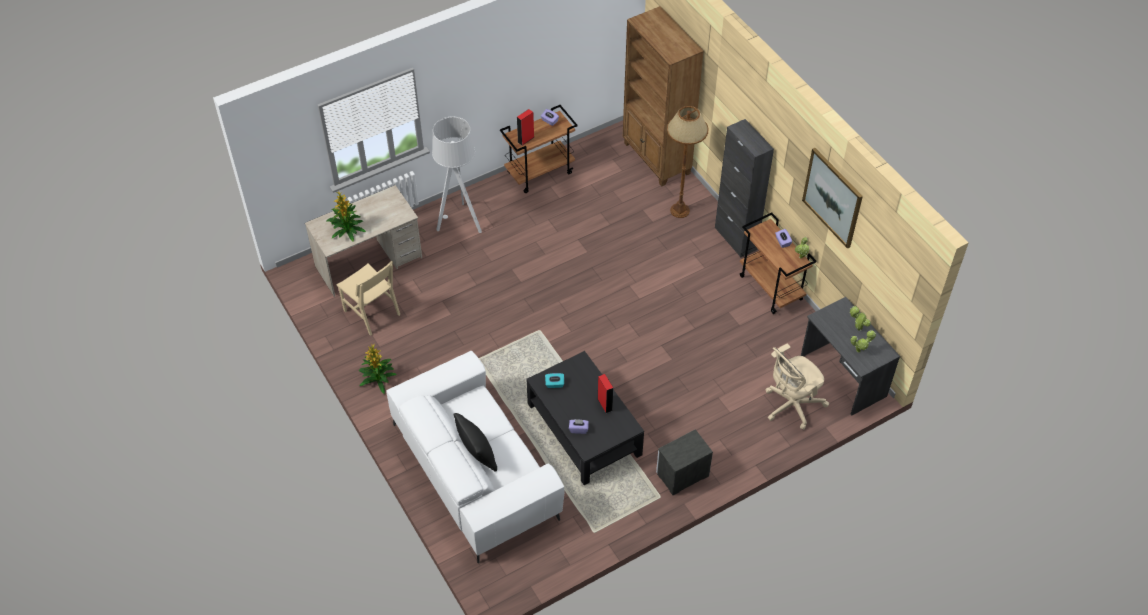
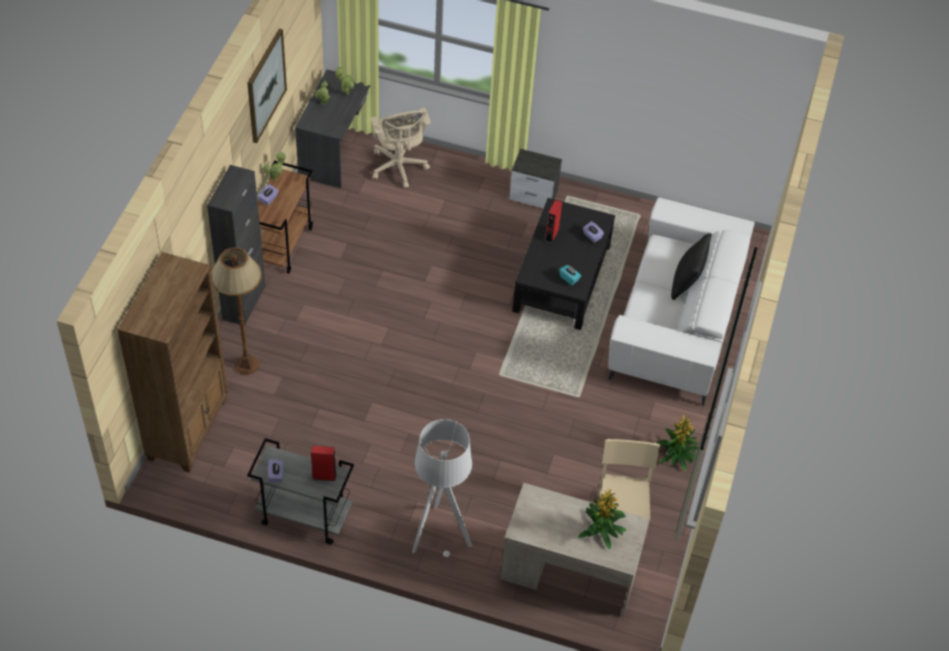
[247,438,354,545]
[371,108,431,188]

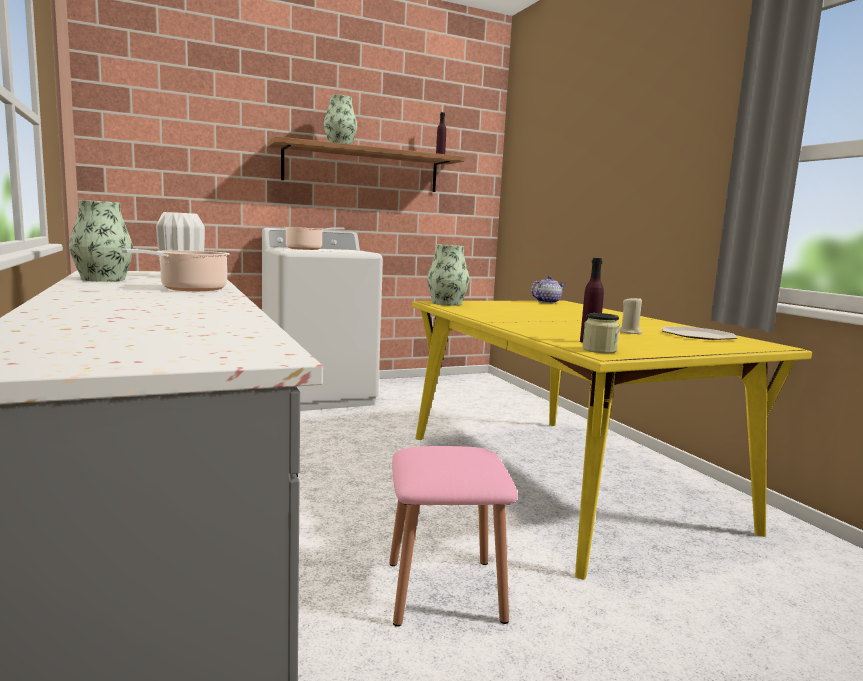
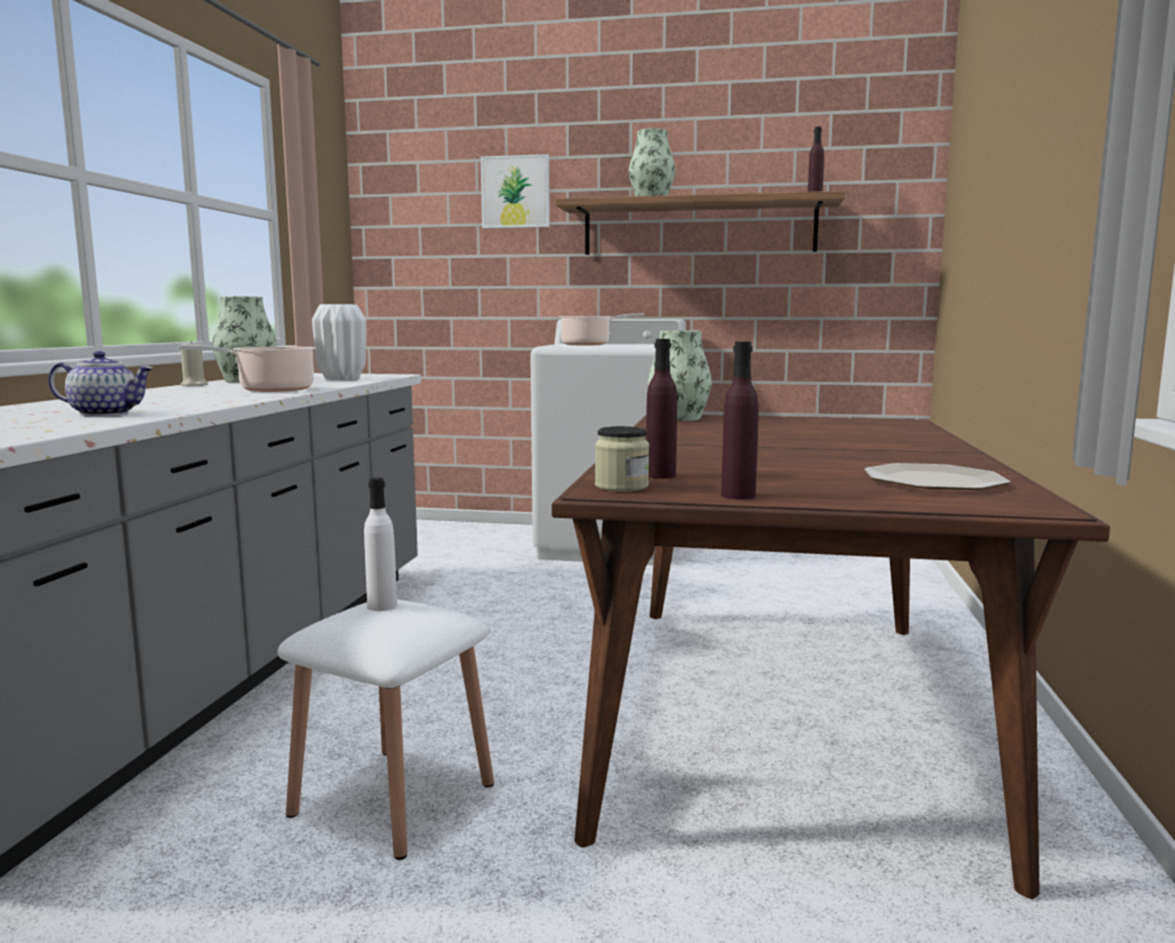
[278,599,494,860]
[552,415,1110,899]
[48,351,153,416]
[180,341,208,386]
[364,477,397,611]
[481,154,550,229]
[721,341,759,499]

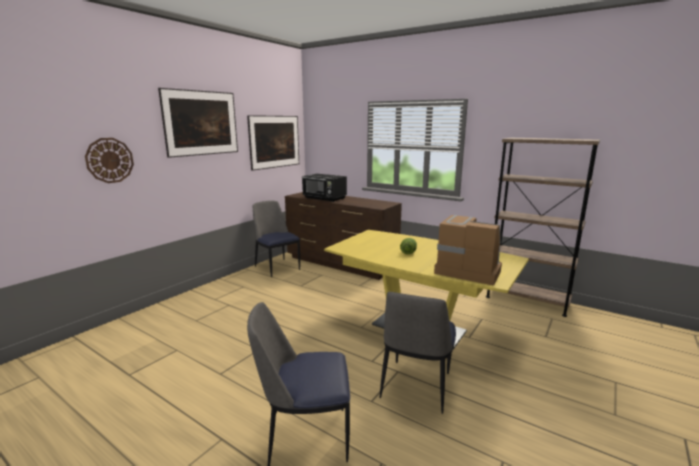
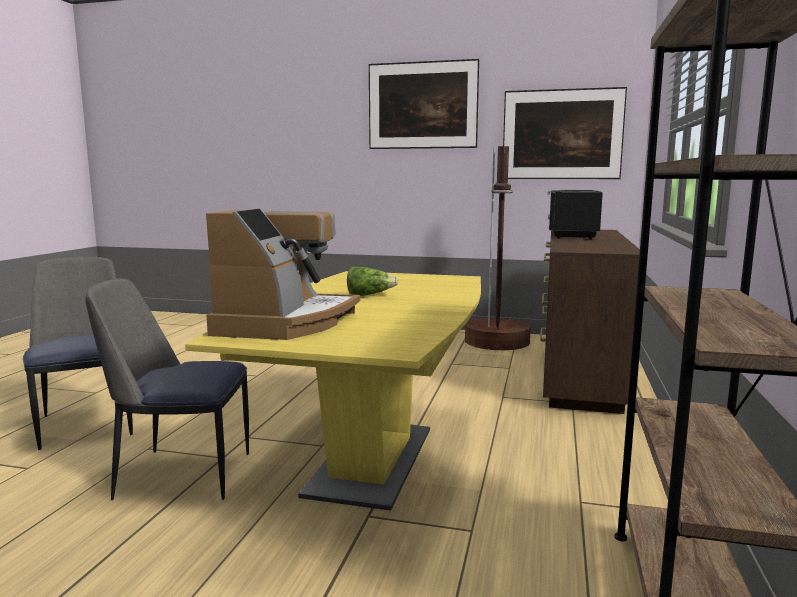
[85,138,134,183] (first image)
[465,146,531,350]

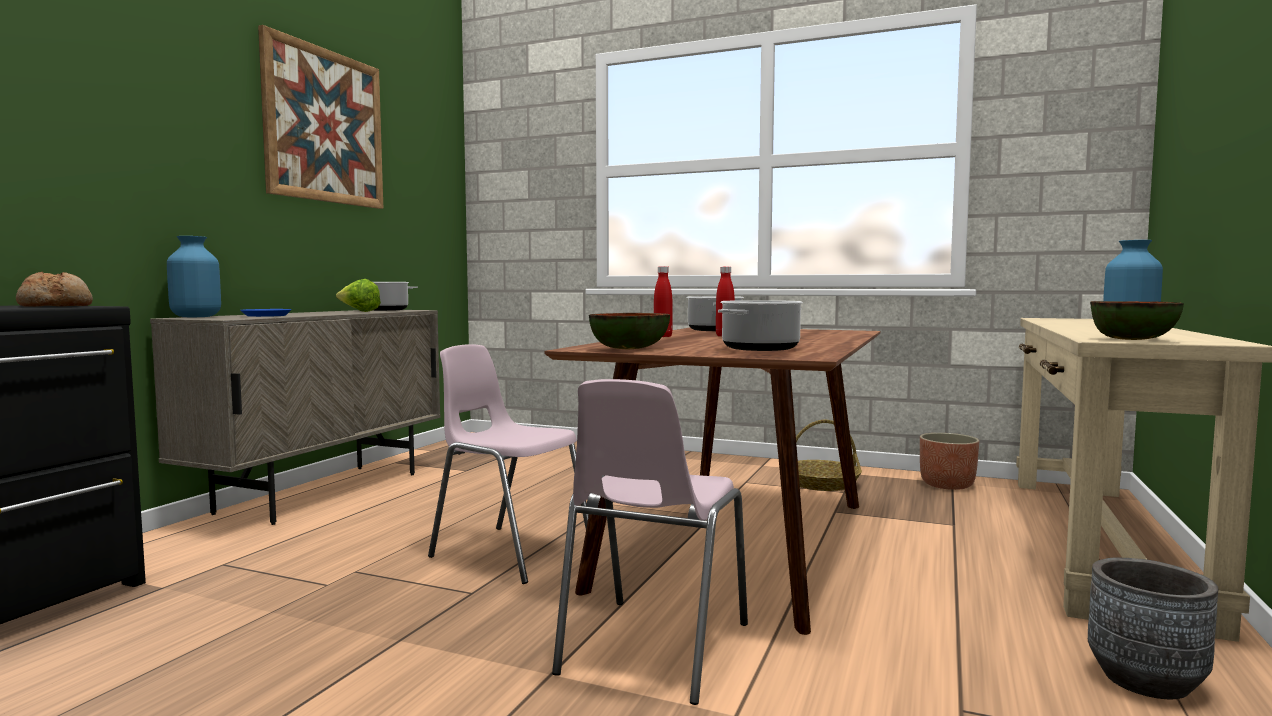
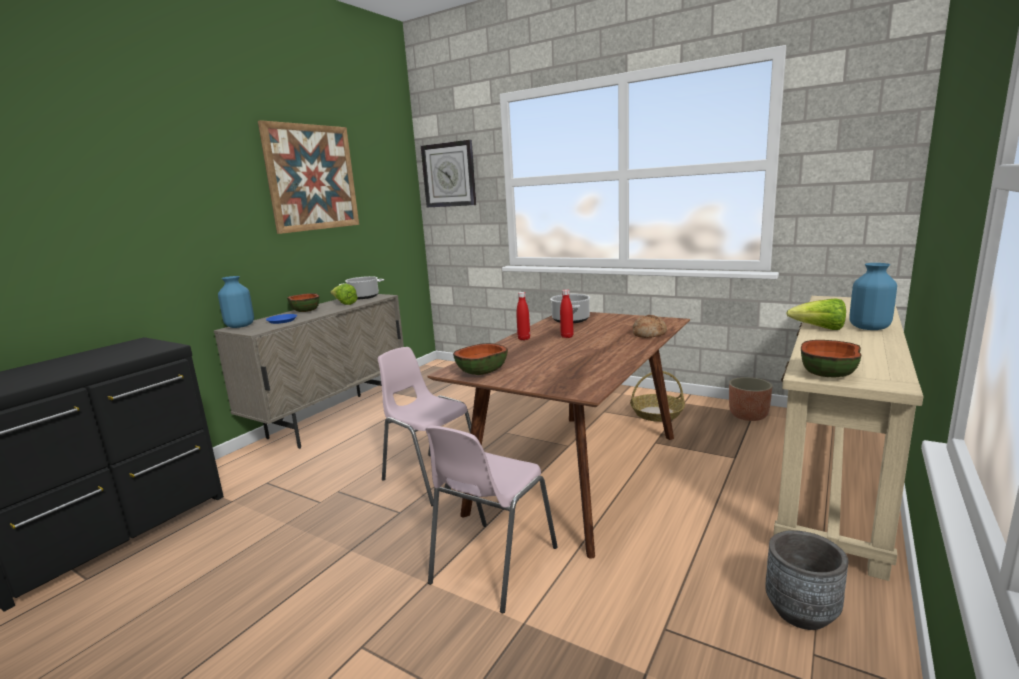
[633,315,667,338]
[718,300,803,351] (first image)
[287,293,319,312]
[421,140,476,207]
[786,298,846,330]

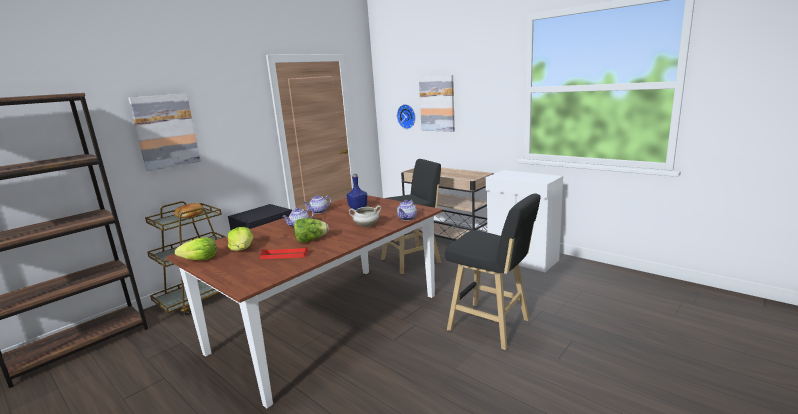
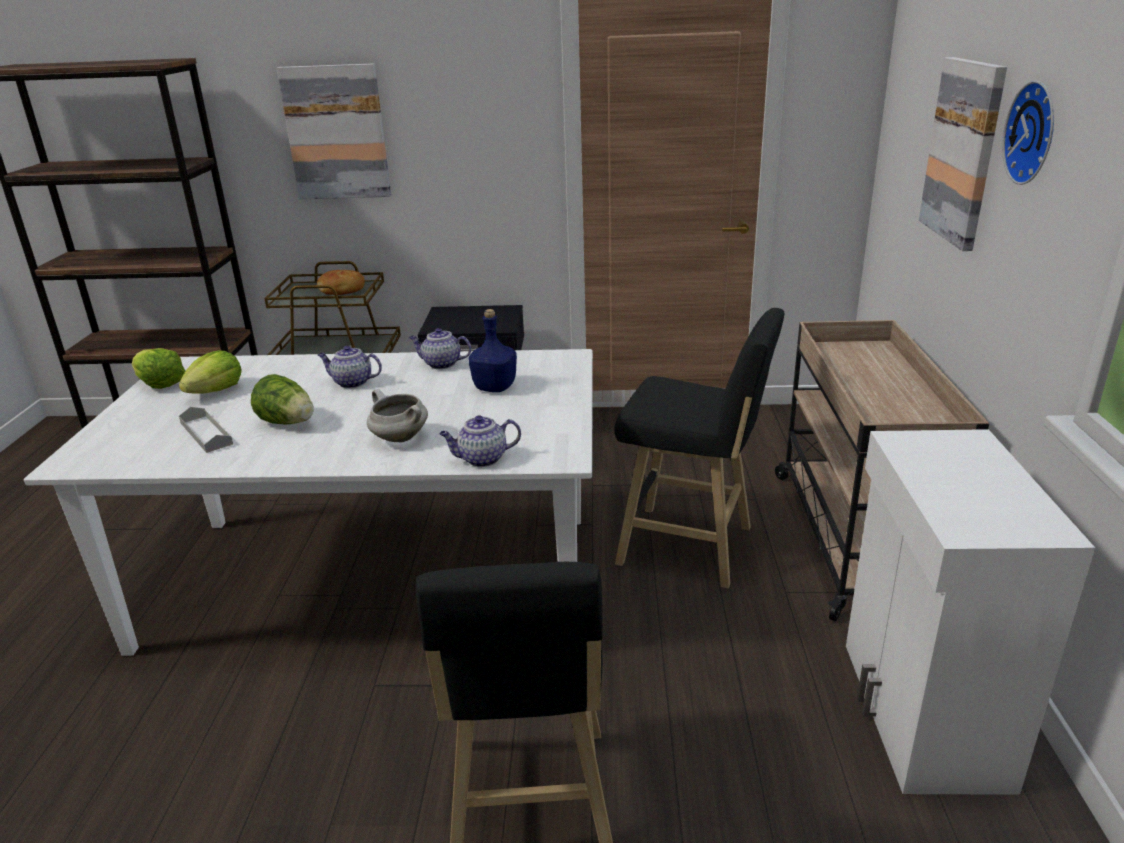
[23,349,593,656]
[179,407,233,453]
[1002,81,1054,185]

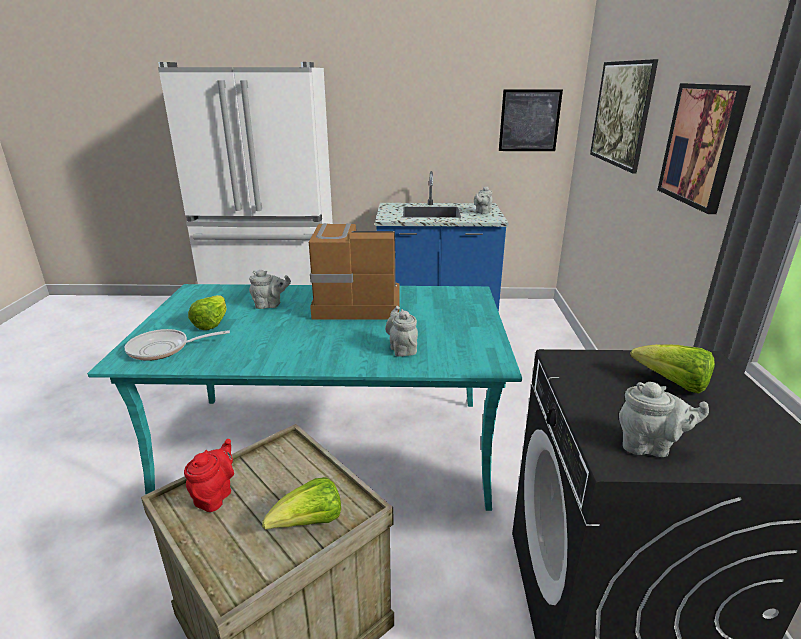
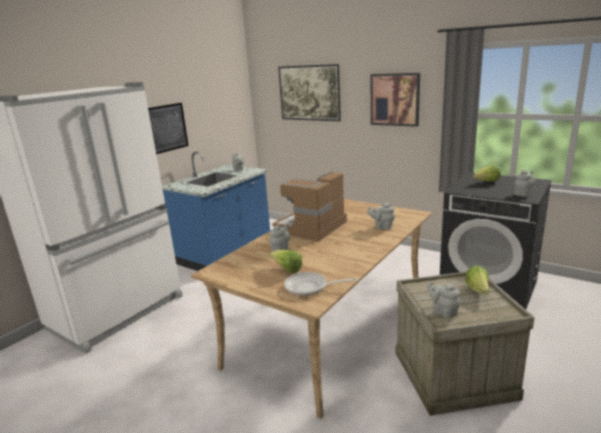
[191,199,432,419]
[284,272,358,296]
[427,281,460,318]
[148,103,189,154]

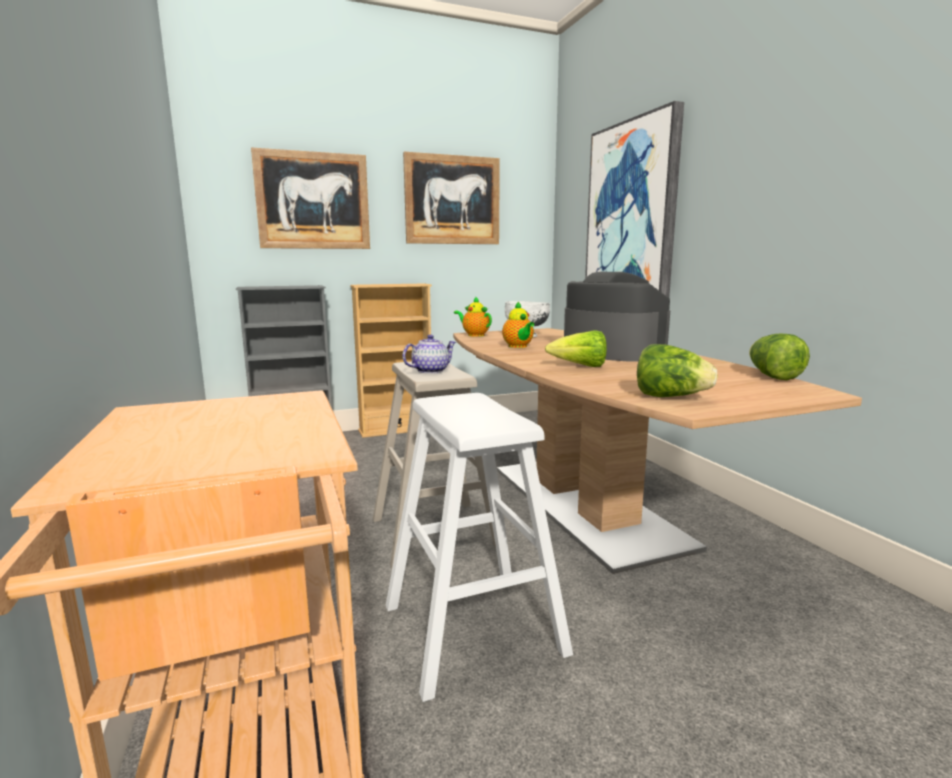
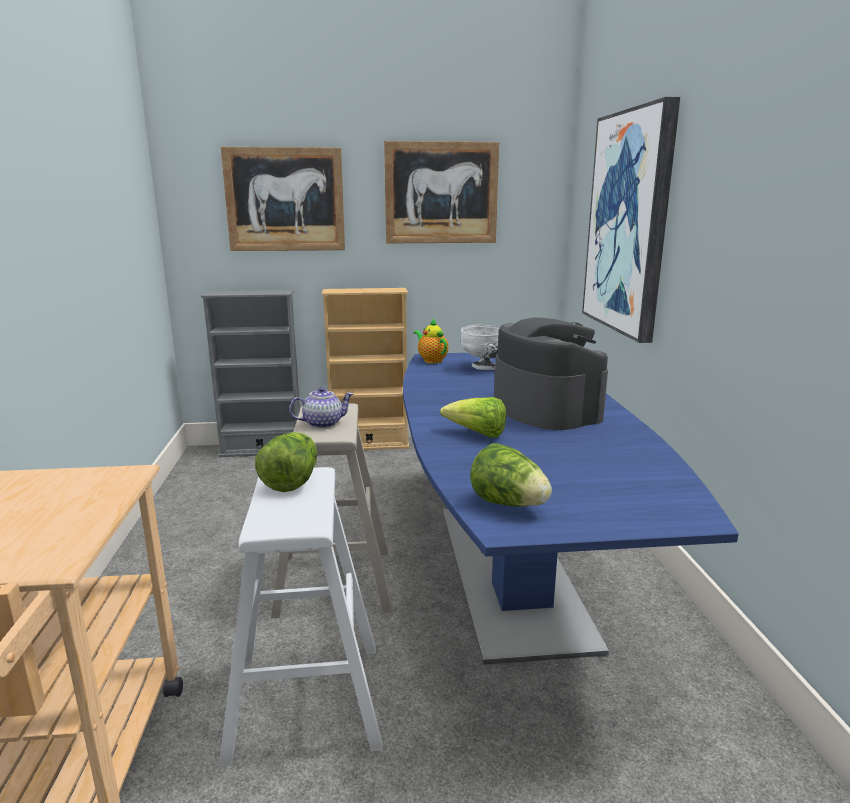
[403,353,739,665]
[502,301,534,348] (first image)
[255,432,317,492]

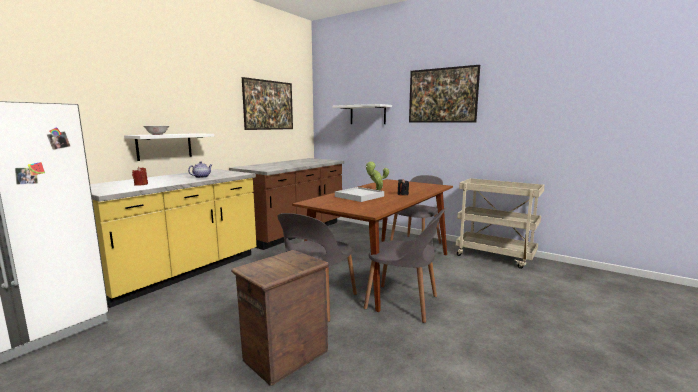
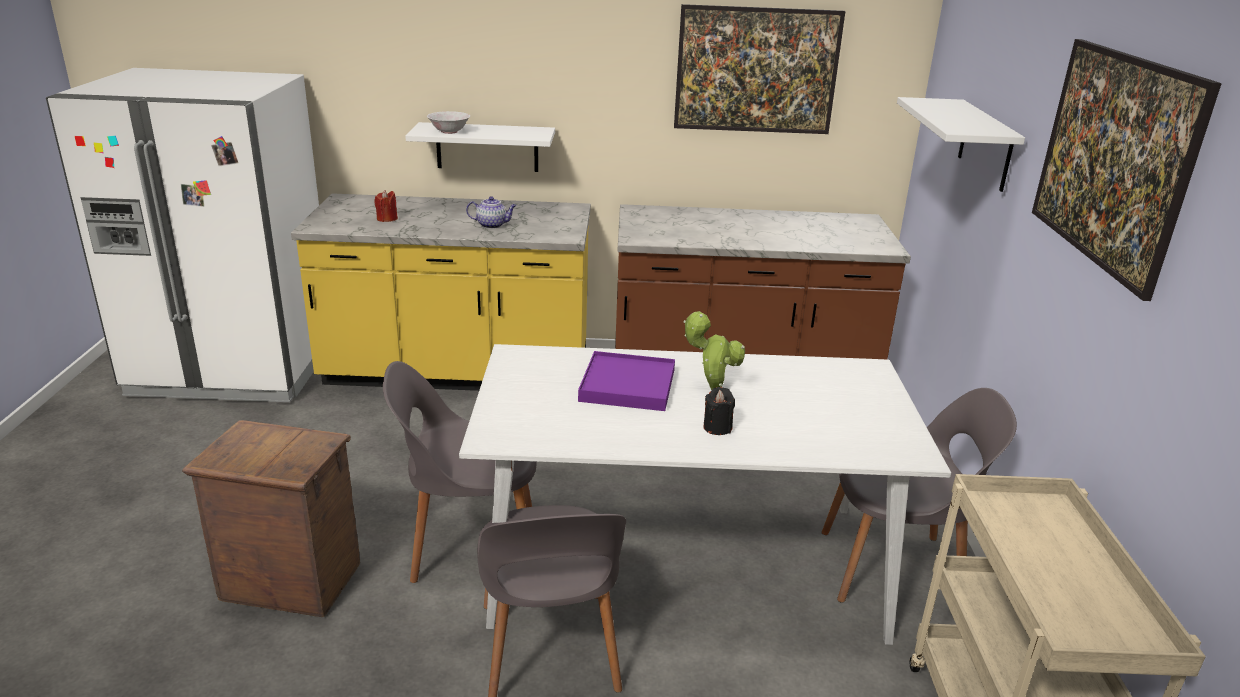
[459,344,951,645]
[578,351,675,411]

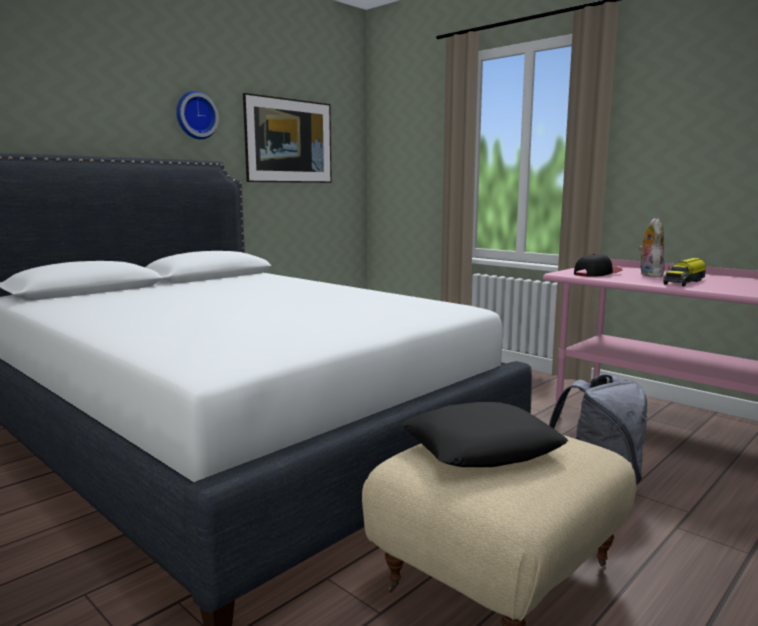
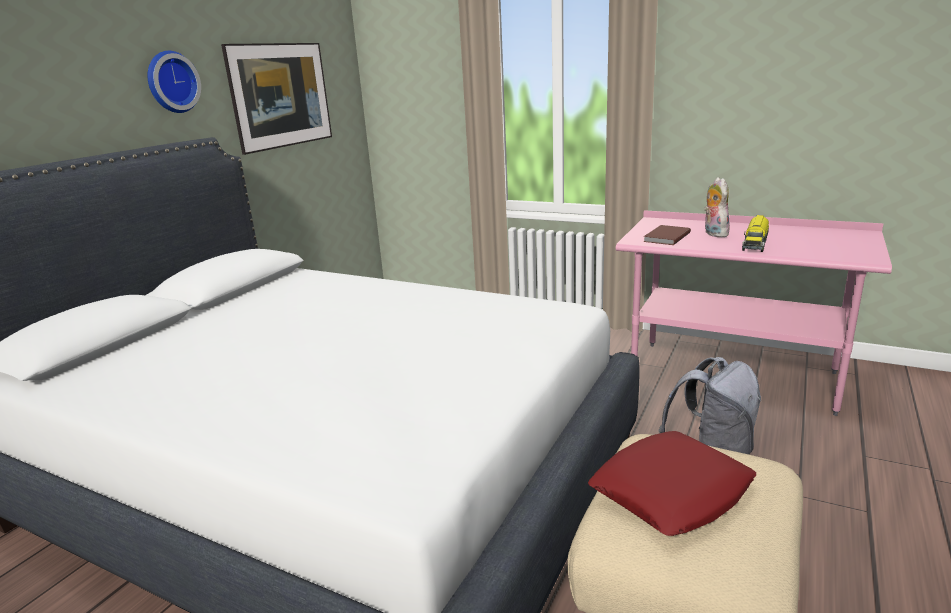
[588,431,756,536]
[643,225,691,245]

